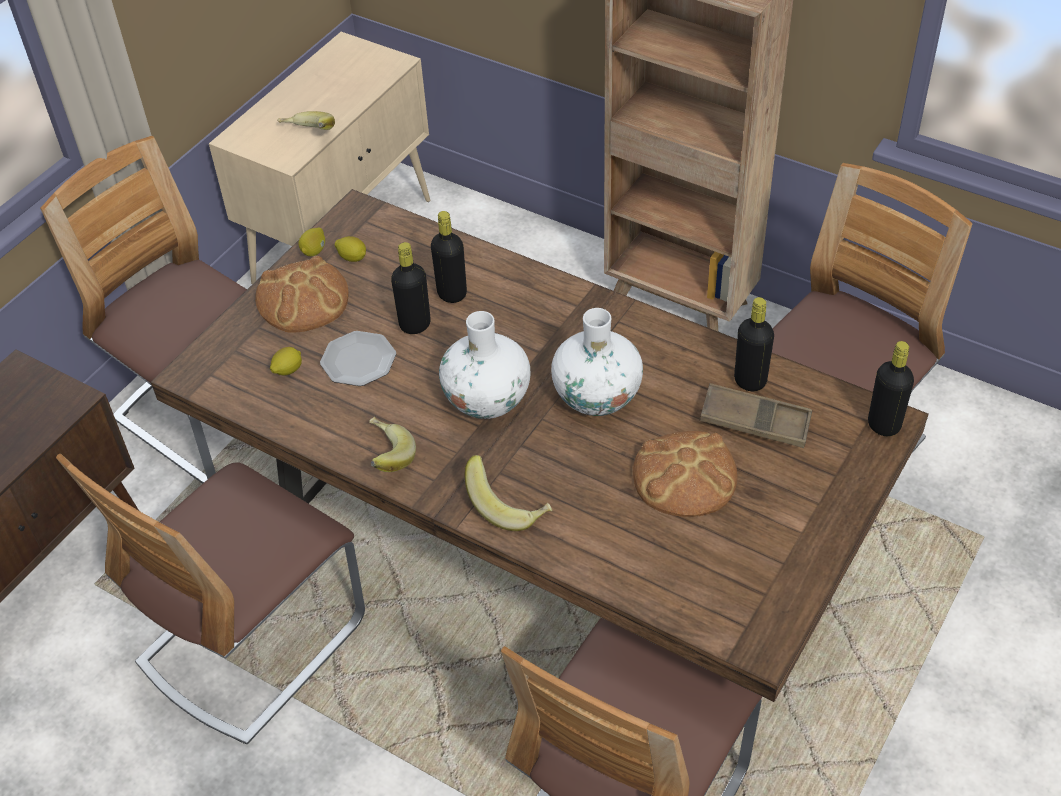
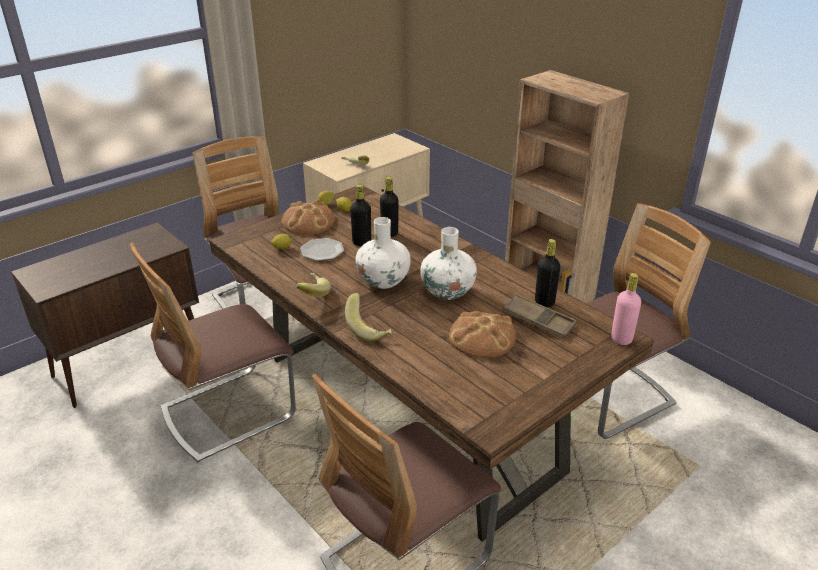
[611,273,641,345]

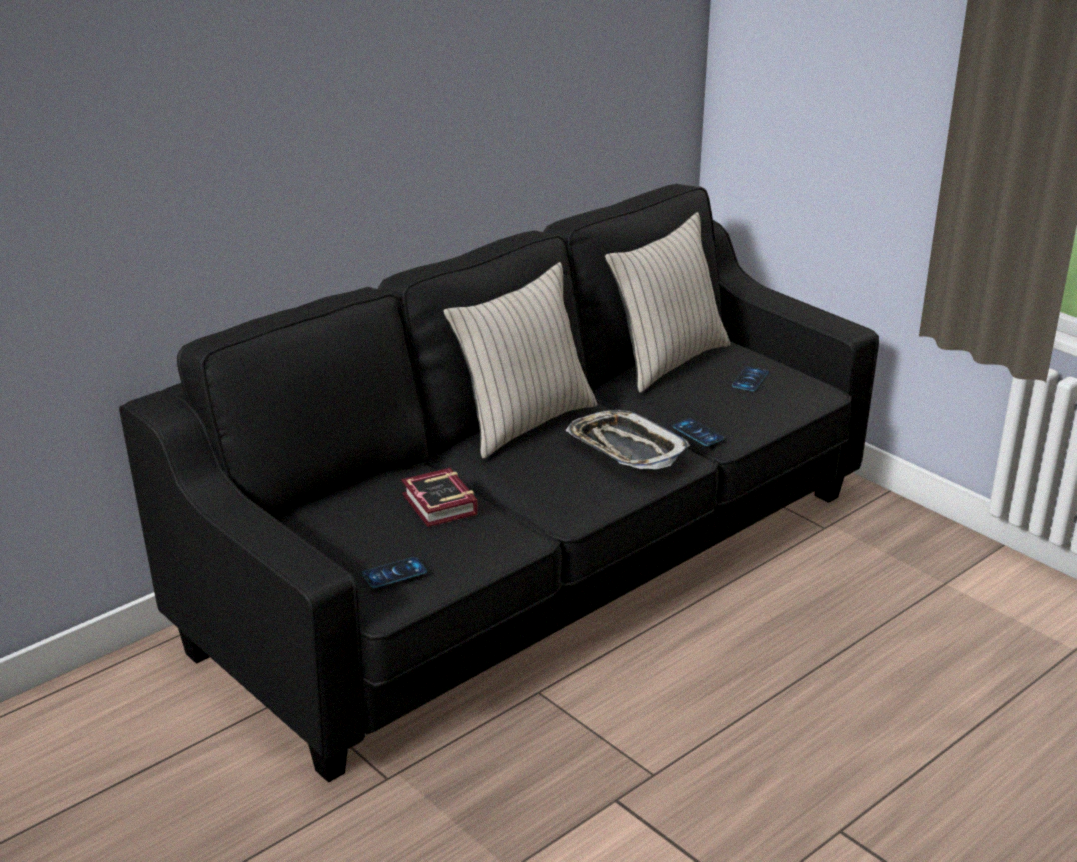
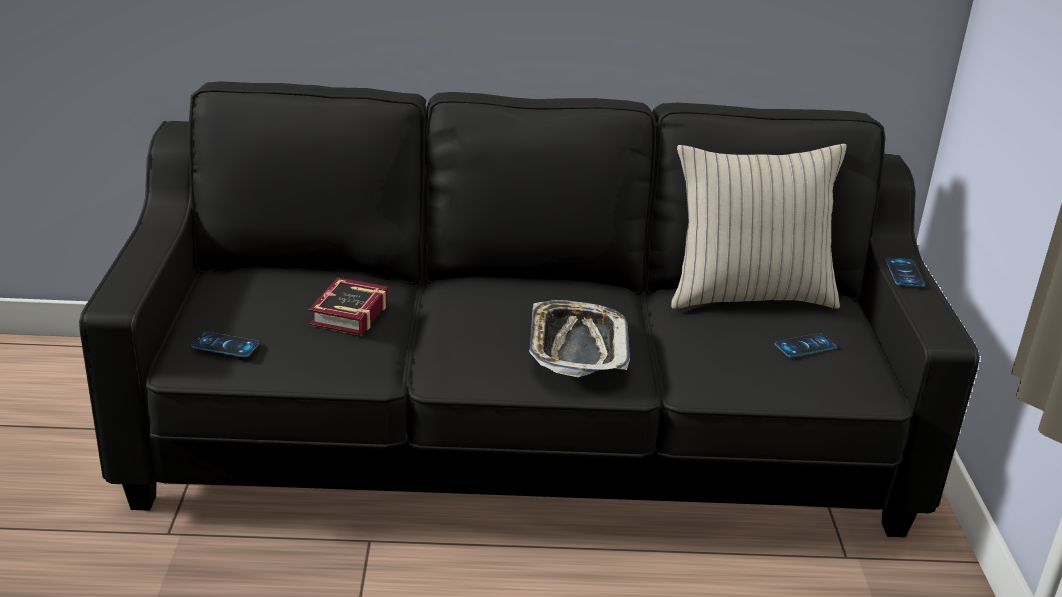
[443,262,597,459] (first image)
[886,258,925,287]

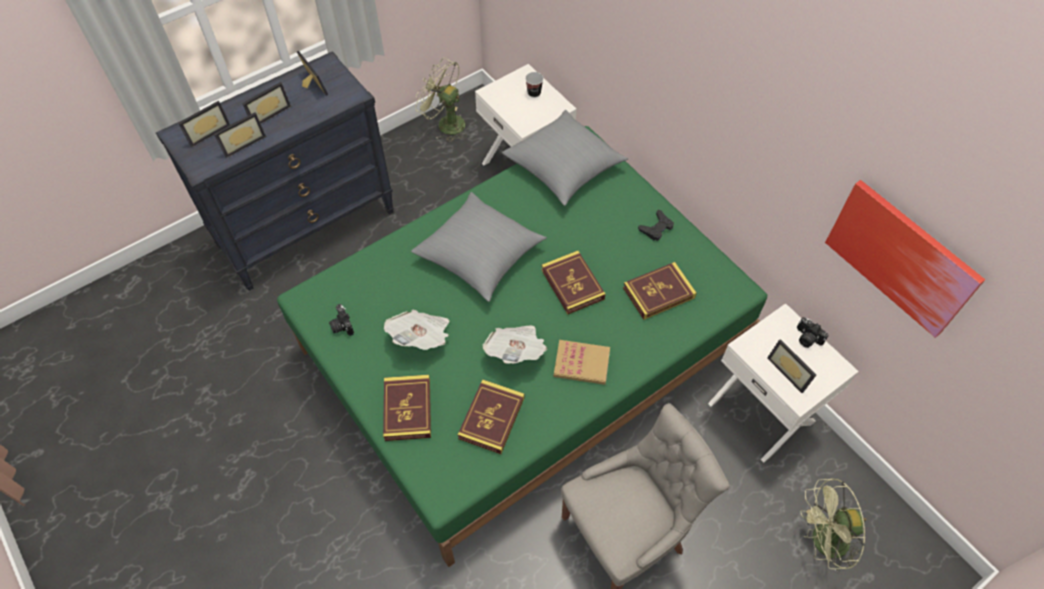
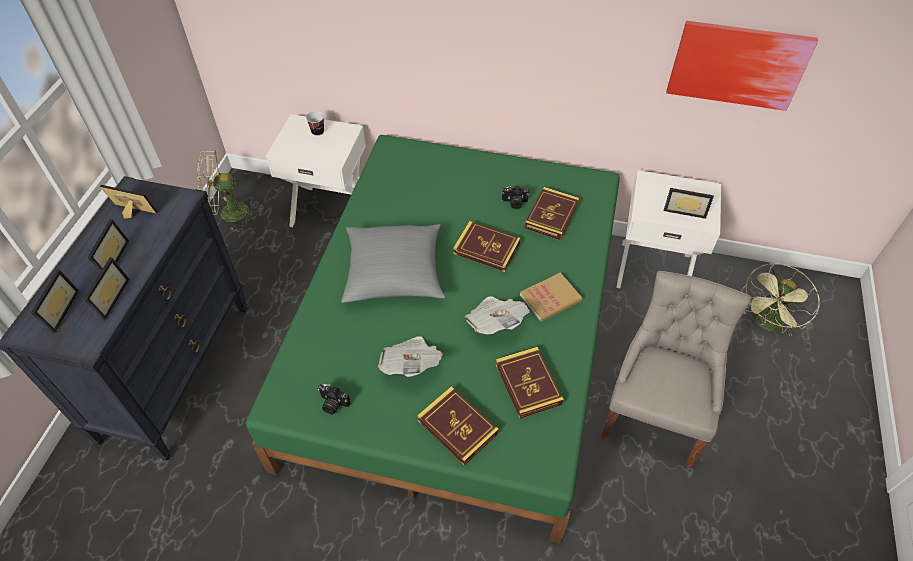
[502,110,628,206] (first image)
[638,209,674,241] (first image)
[502,186,529,209]

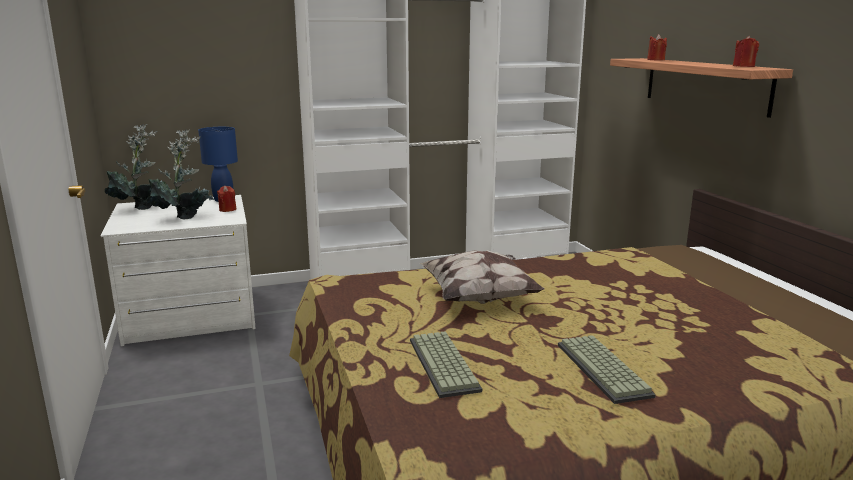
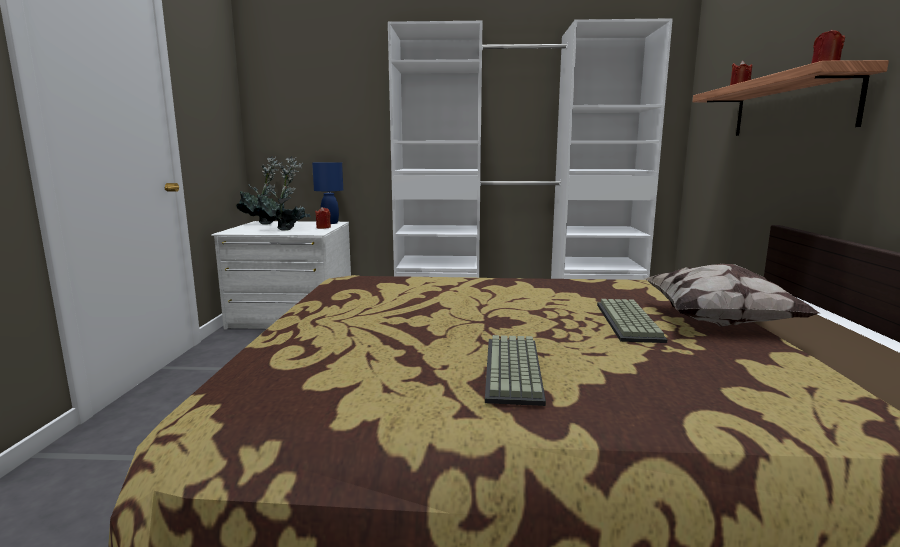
[597,299,667,343]
[644,264,819,327]

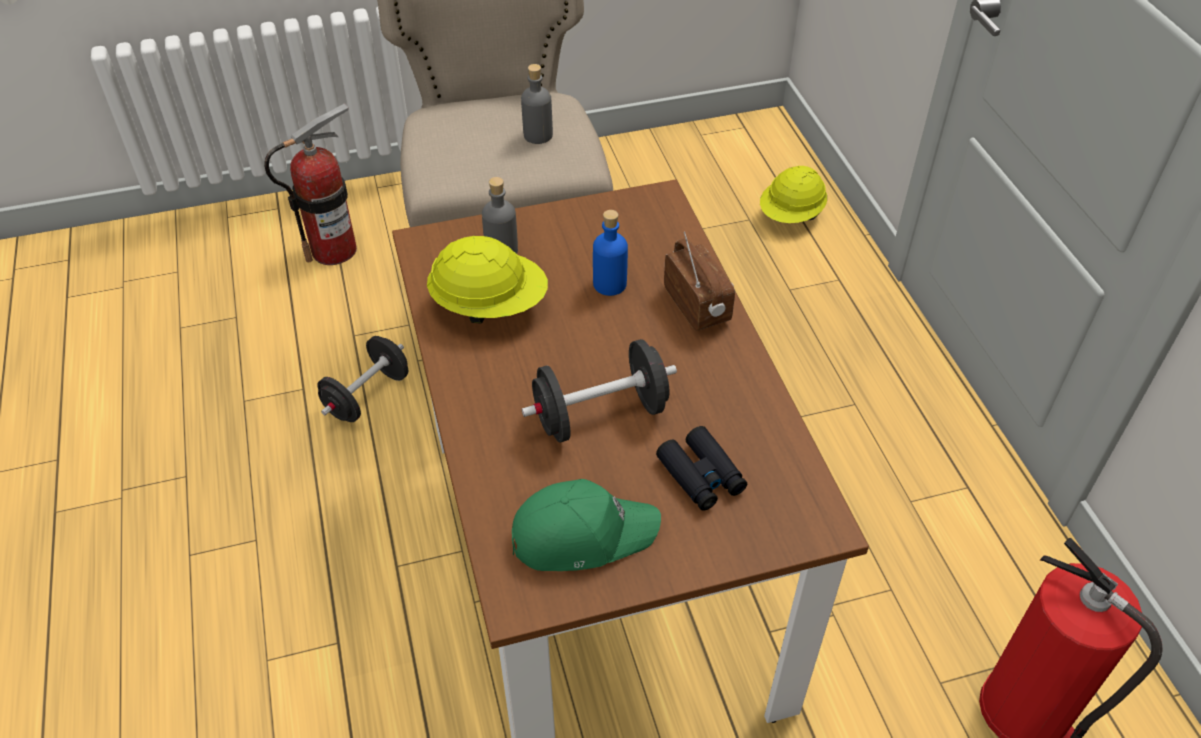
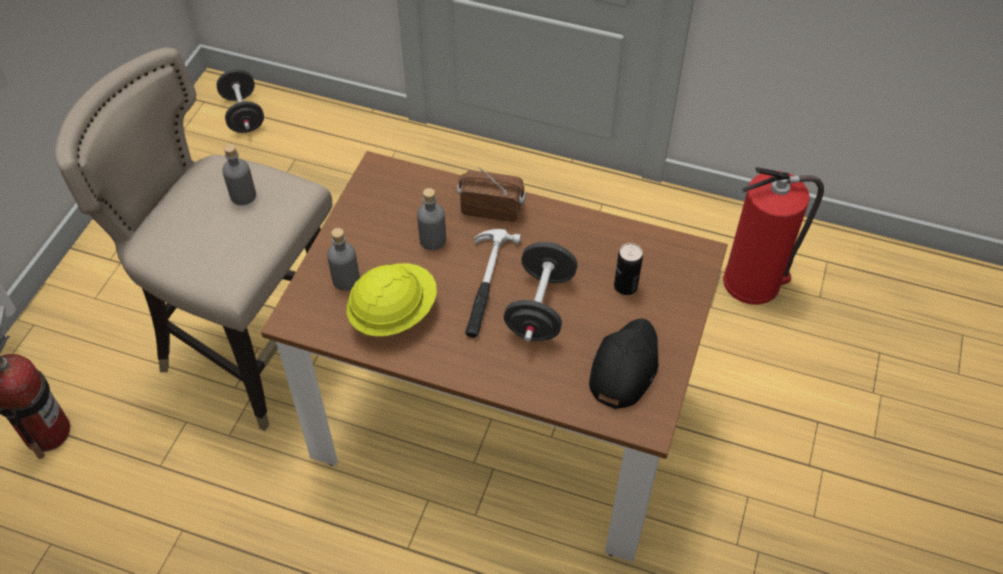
[216,69,264,133]
[589,319,659,409]
[417,188,446,251]
[614,243,643,295]
[760,166,827,223] (first image)
[465,229,521,338]

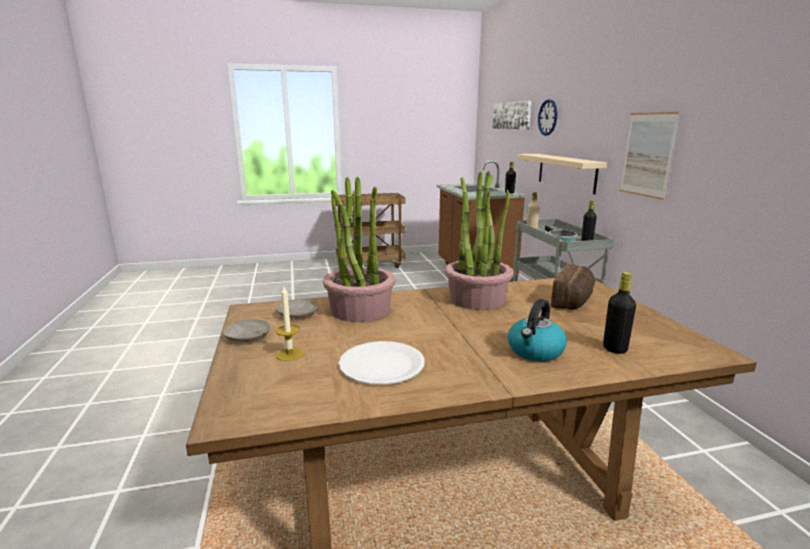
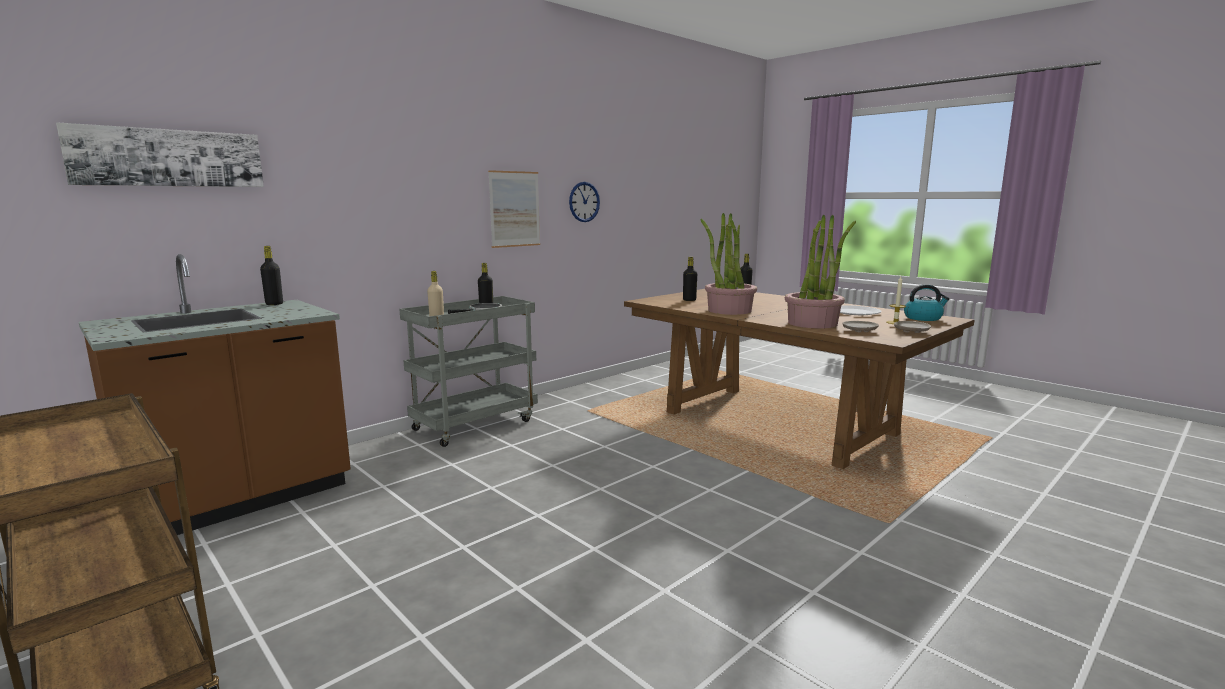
[904,284,950,321]
[517,154,607,194] (first image)
[569,182,600,222]
[683,257,697,301]

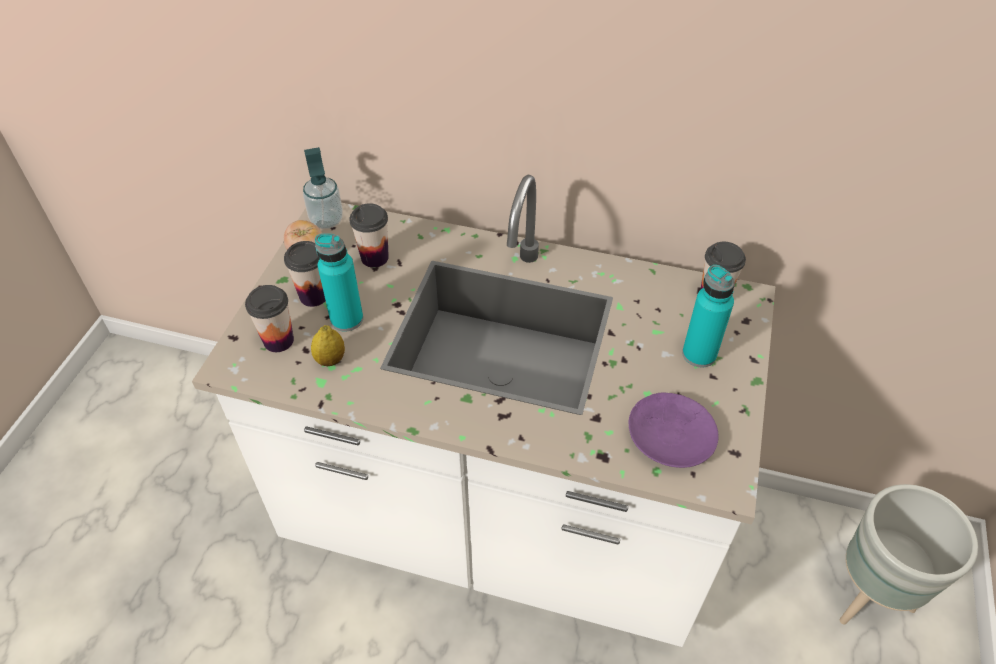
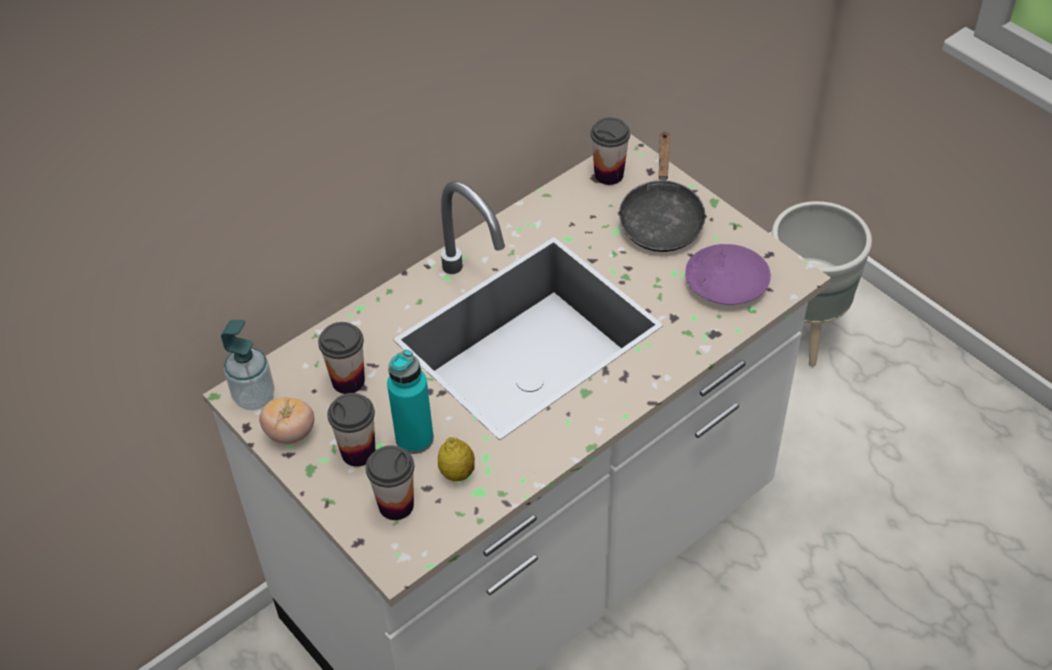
[617,131,707,252]

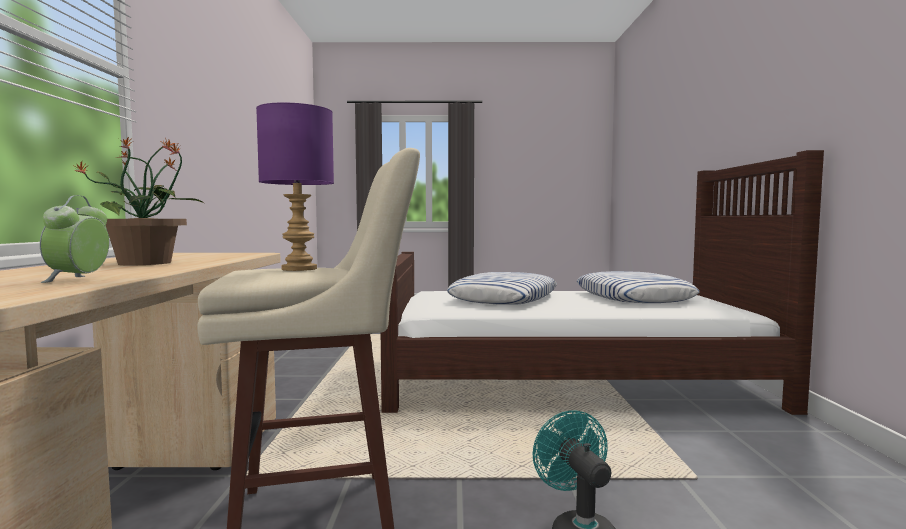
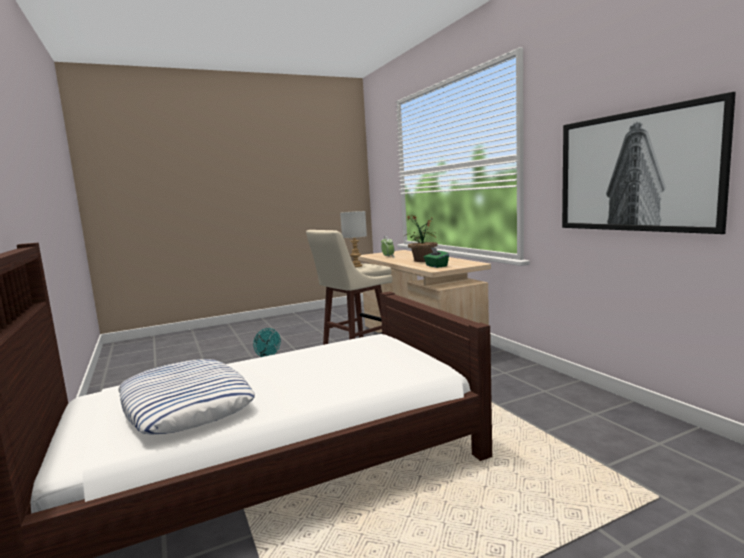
[340,211,367,267]
[447,272,557,305] (first image)
[424,247,449,268]
[562,92,736,234]

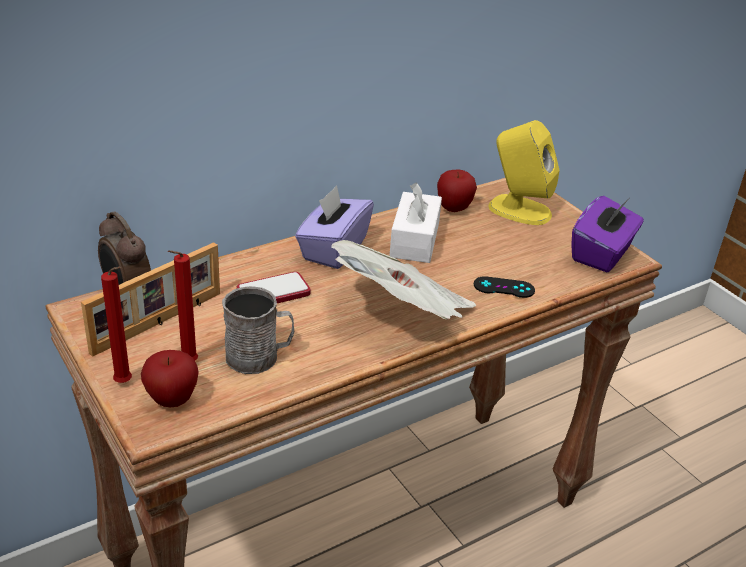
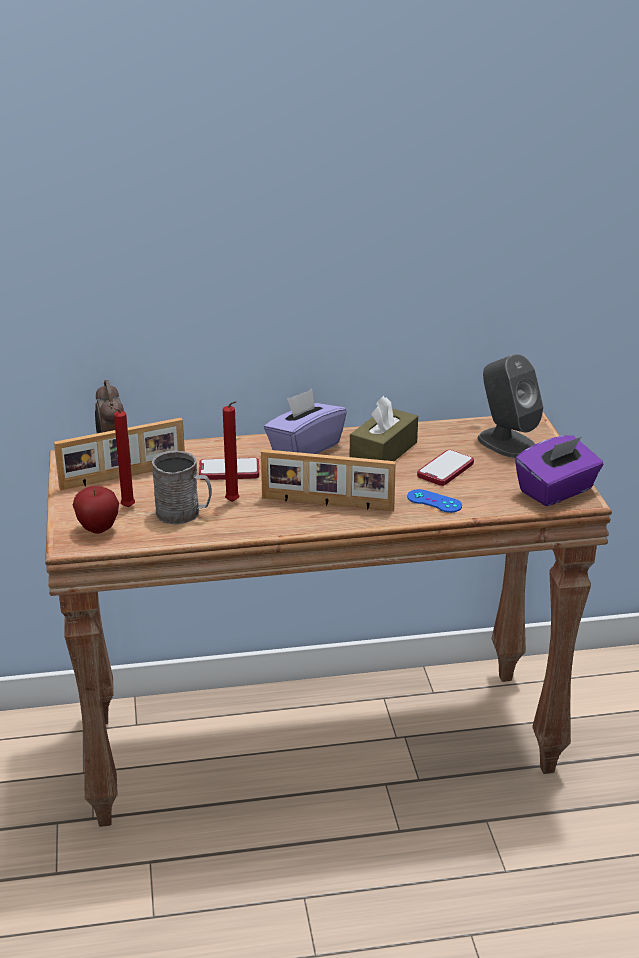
[223,401,239,502]
[261,449,396,511]
[350,396,418,461]
[437,170,477,212] (first image)
[407,489,462,513]
[477,354,543,458]
[417,450,474,486]

